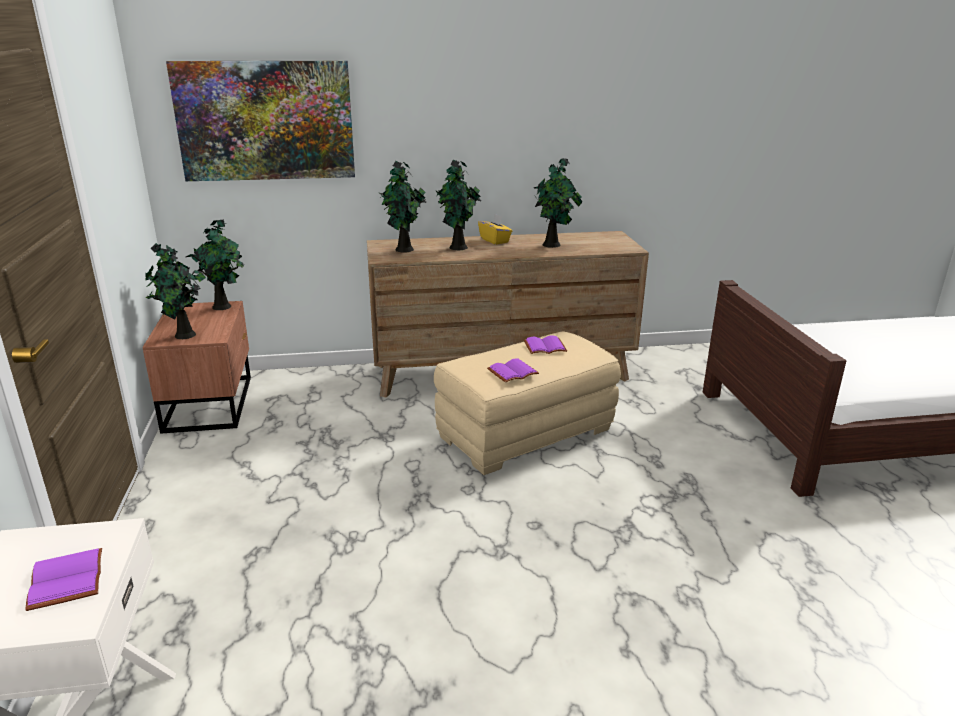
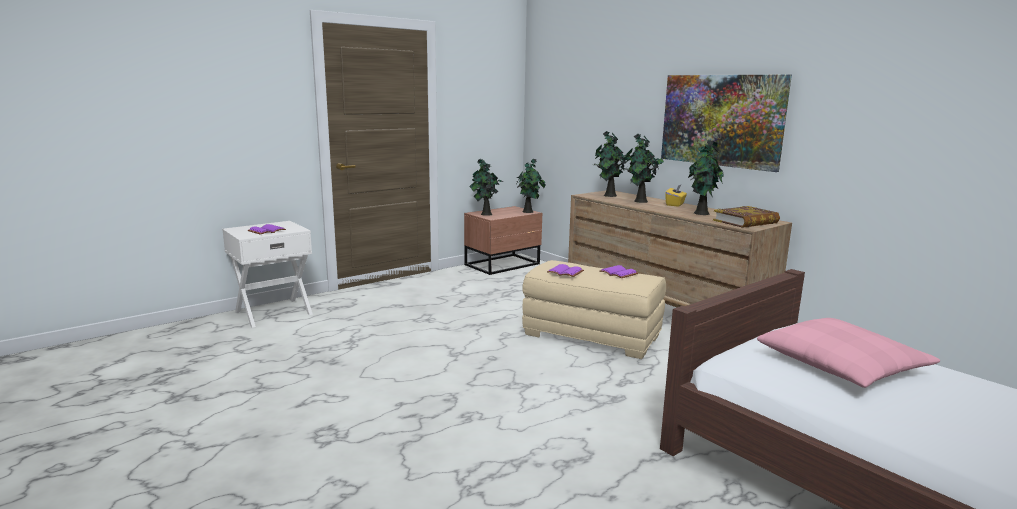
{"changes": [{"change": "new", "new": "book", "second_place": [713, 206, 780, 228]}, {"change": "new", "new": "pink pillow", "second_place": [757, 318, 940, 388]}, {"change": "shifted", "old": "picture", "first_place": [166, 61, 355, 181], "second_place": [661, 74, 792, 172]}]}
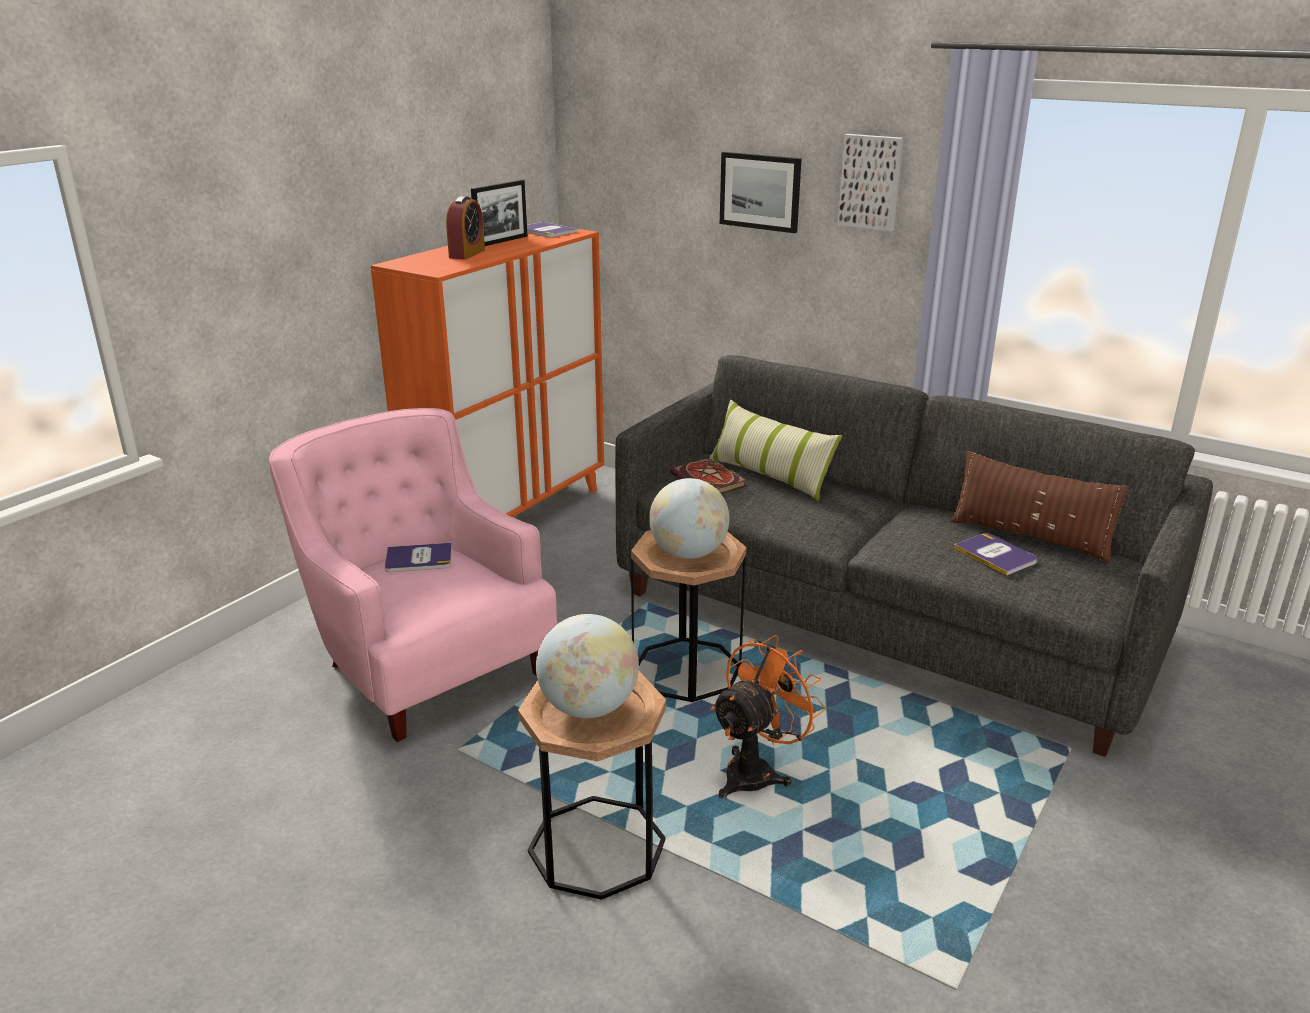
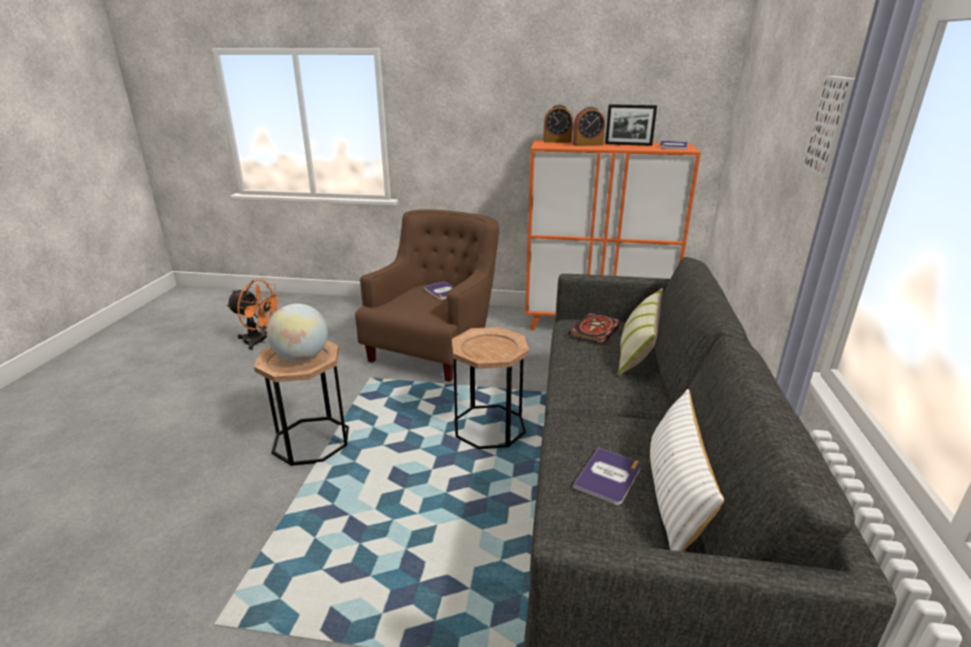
{"changes": [{"change": "gone", "old": "globe", "first_place": [649, 478, 730, 559]}, {"change": "gone", "old": "picture", "first_place": [720, 152, 802, 233]}, {"change": "new", "new": "alarm clock", "second_place": [543, 105, 573, 143]}, {"change": "shifted", "old": "orange fan", "first_place": [711, 635, 826, 799], "second_place": [226, 280, 281, 350]}, {"change": "repainted", "old": "pink armchair", "new": "brown armchair", "first_place": [269, 408, 557, 742], "second_place": [355, 209, 499, 382]}, {"change": "repainted", "old": "brown pillow", "new": "white pillow", "first_place": [950, 451, 1129, 563], "second_place": [650, 389, 724, 552]}]}
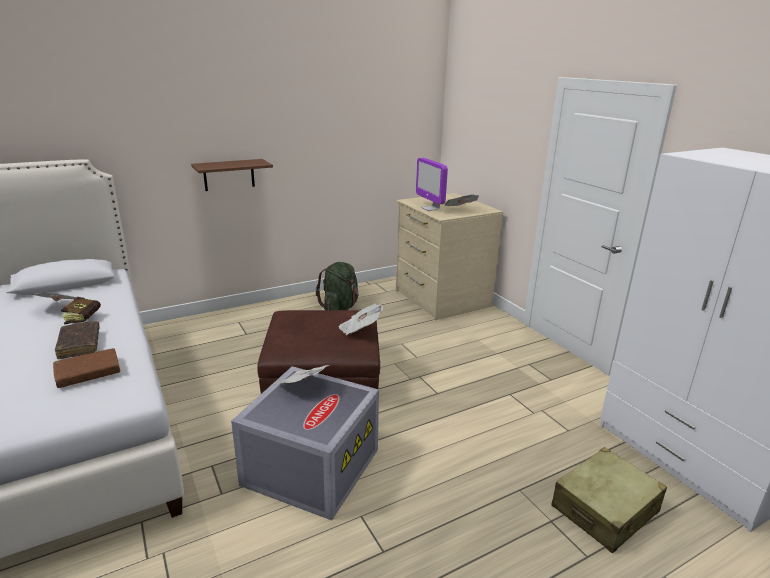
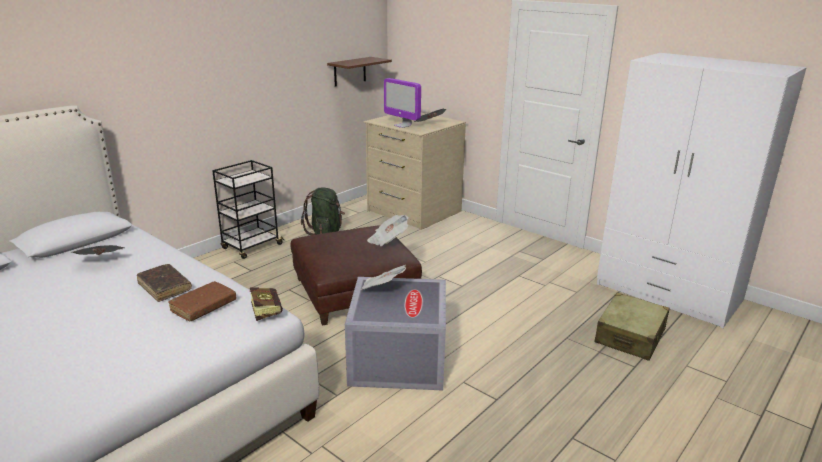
{"changes": [{"change": "new", "new": "black cart", "second_place": [212, 160, 284, 259]}, {"change": "shifted", "old": "book", "first_place": [61, 297, 101, 325], "second_place": [249, 287, 283, 321]}, {"change": "shifted", "old": "brown shelf", "first_place": [191, 159, 273, 191], "second_place": [327, 57, 392, 87]}]}
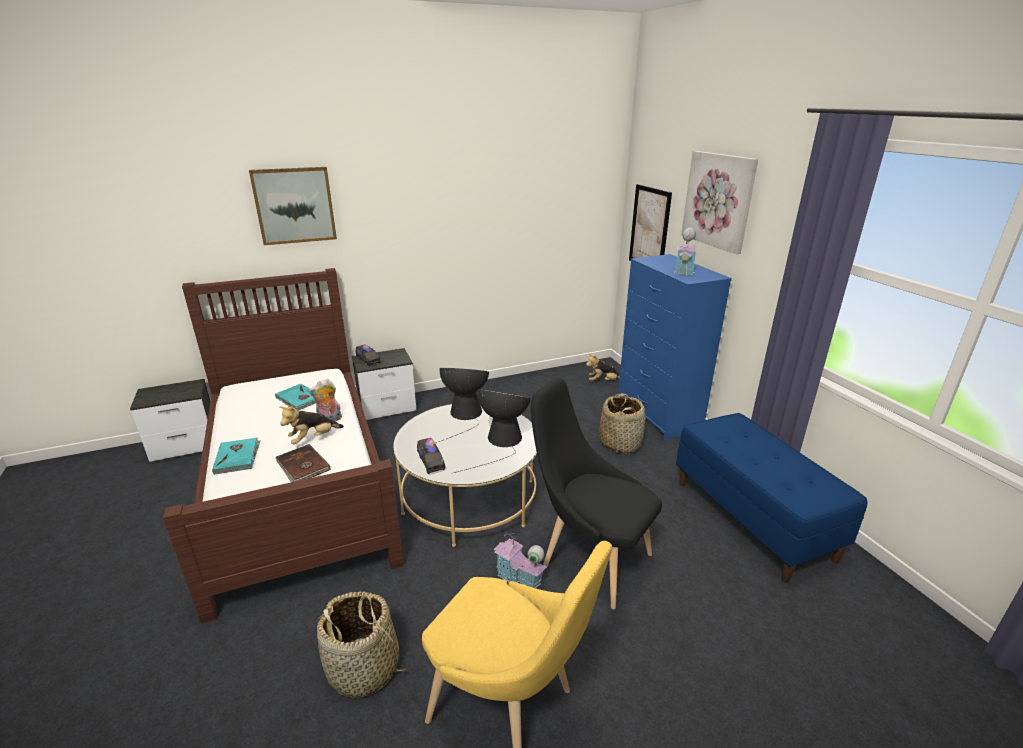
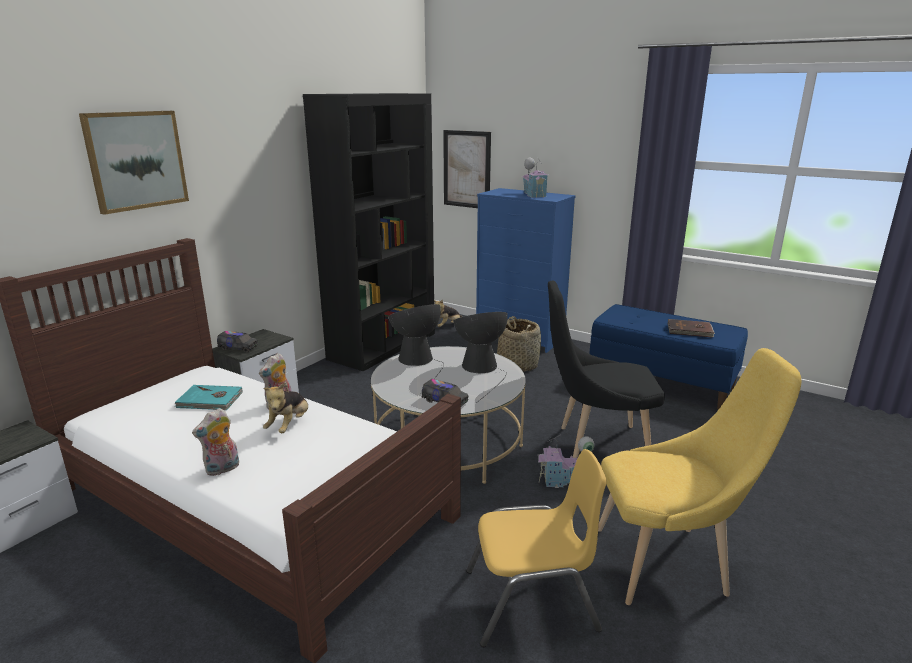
{"changes": [{"change": "gone", "old": "picture", "first_place": [681, 151, 758, 254]}, {"change": "new", "new": "black bookcase", "second_place": [303, 93, 435, 371]}, {"change": "shifted", "old": "brown book", "first_place": [276, 444, 330, 482], "second_place": [668, 319, 715, 338]}, {"change": "swapped", "old": "turquoise book", "new": "plush toy", "first_place": [212, 437, 260, 475], "second_place": [192, 408, 239, 476]}, {"change": "swapped", "old": "basket", "new": "yellow chair", "first_place": [317, 592, 408, 698], "second_place": [466, 449, 607, 647]}]}
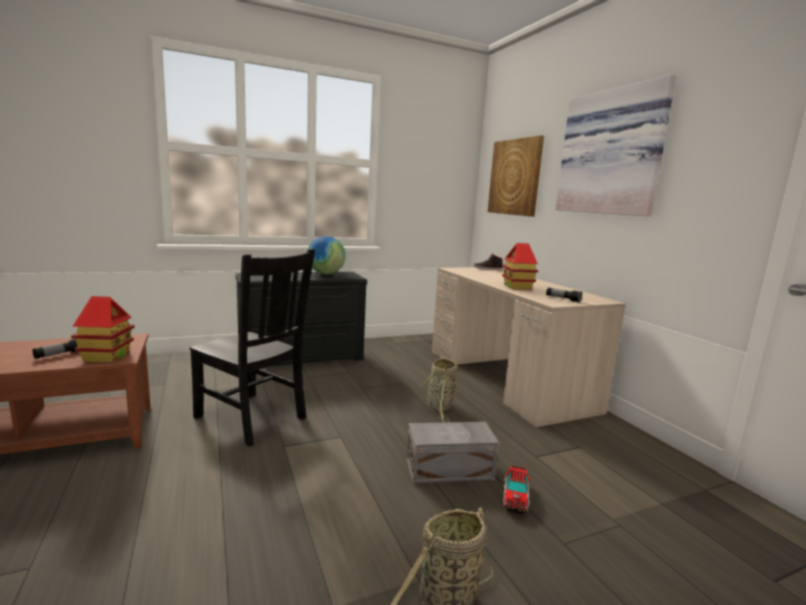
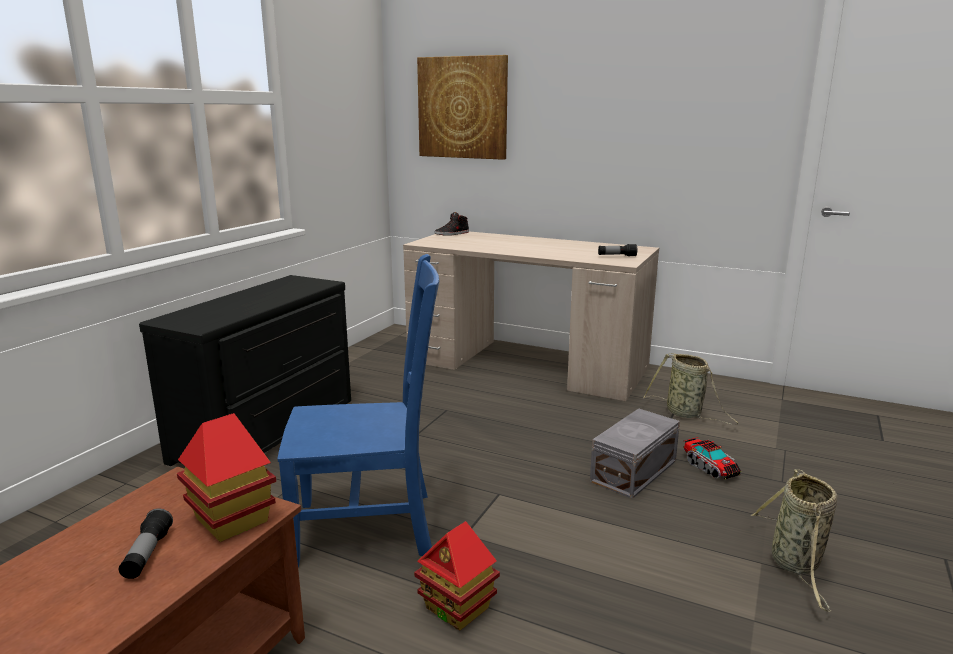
{"changes": [{"change": "gone", "old": "globe", "first_place": [308, 236, 346, 274]}, {"change": "gone", "old": "picture", "first_place": [555, 75, 676, 216]}, {"change": "shifted", "old": "basket", "first_place": [421, 357, 458, 423], "second_place": [643, 353, 739, 424]}, {"change": "shifted", "old": "toy house", "first_place": [502, 243, 538, 290], "second_place": [414, 521, 500, 631]}, {"change": "repainted", "old": "black chair", "new": "blue chair", "first_place": [190, 249, 315, 447], "second_place": [278, 254, 439, 567]}]}
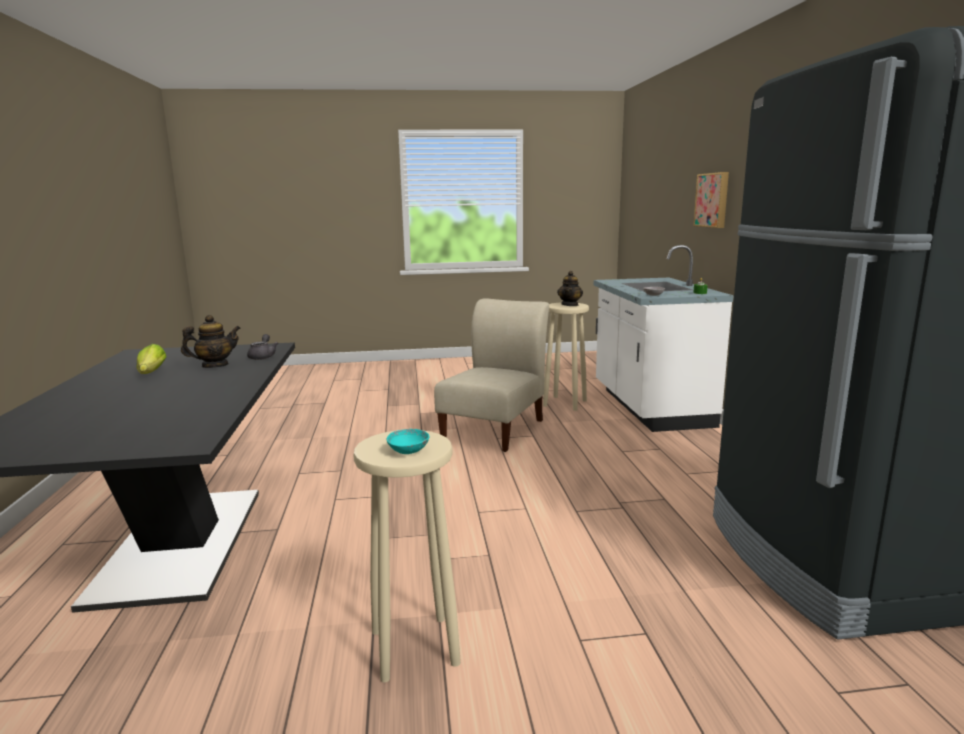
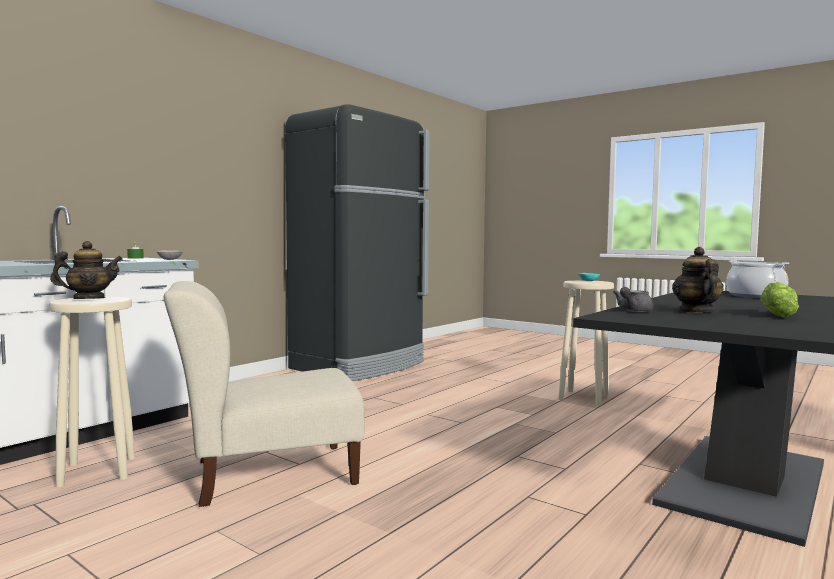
{"changes": [{"change": "gone", "old": "picture", "first_place": [693, 172, 729, 228]}, {"change": "new", "new": "cooking pot", "second_place": [726, 260, 789, 298]}, {"change": "rotated", "old": "teapot", "first_place": [181, 315, 241, 368], "second_place": [672, 247, 724, 313], "degrees": 75}]}
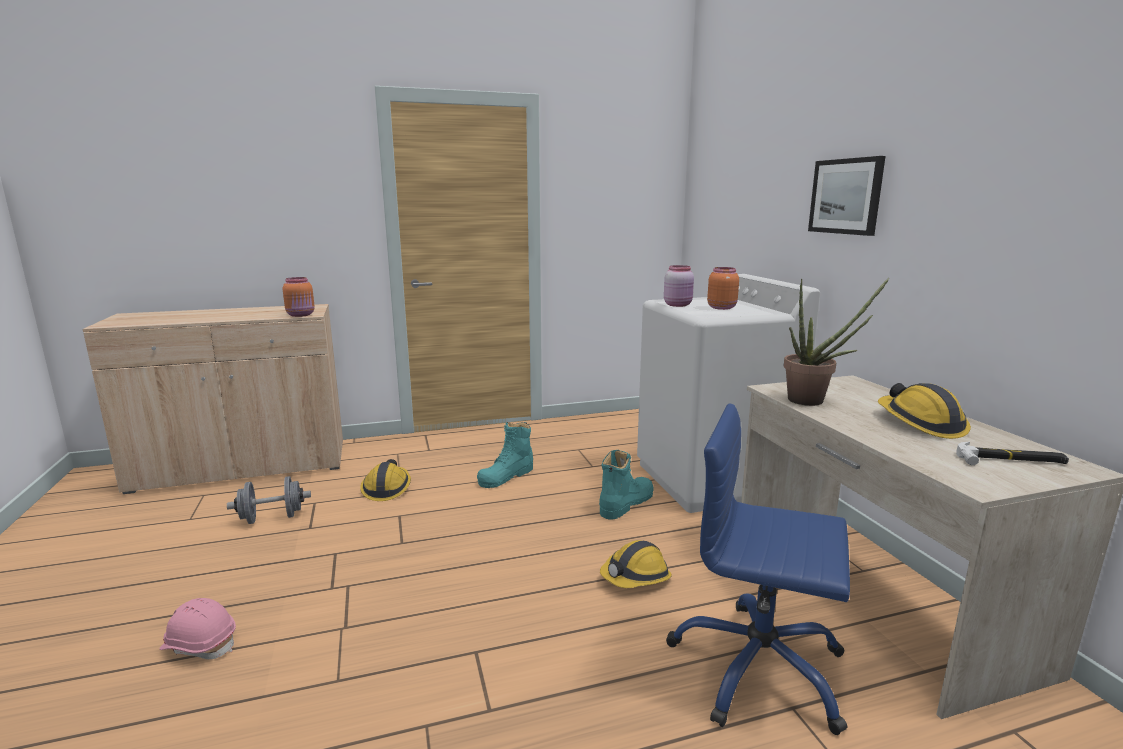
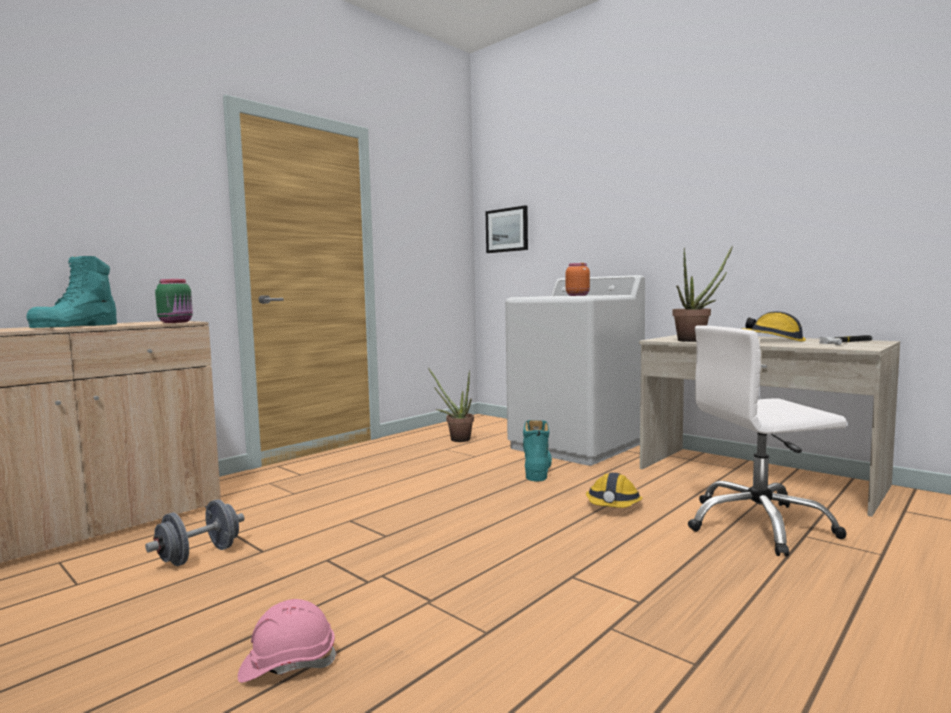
{"changes": [{"change": "gone", "old": "hard hat", "first_place": [360, 459, 411, 501]}, {"change": "gone", "old": "pink jar", "first_place": [664, 265, 694, 307]}, {"change": "new", "new": "potted plant", "second_place": [428, 368, 474, 442]}, {"change": "shifted", "old": "turquoise boot", "first_place": [477, 422, 533, 488], "second_place": [27, 256, 117, 328]}, {"change": "shifted", "old": "picture", "first_place": [808, 156, 886, 236], "second_place": [486, 205, 528, 253]}, {"change": "repainted", "old": "orange jar", "new": "green jar", "first_place": [283, 277, 315, 317], "second_place": [155, 279, 193, 323]}, {"change": "repainted", "old": "blue office chair", "new": "white office chair", "first_place": [666, 404, 850, 735], "second_place": [688, 325, 847, 556]}]}
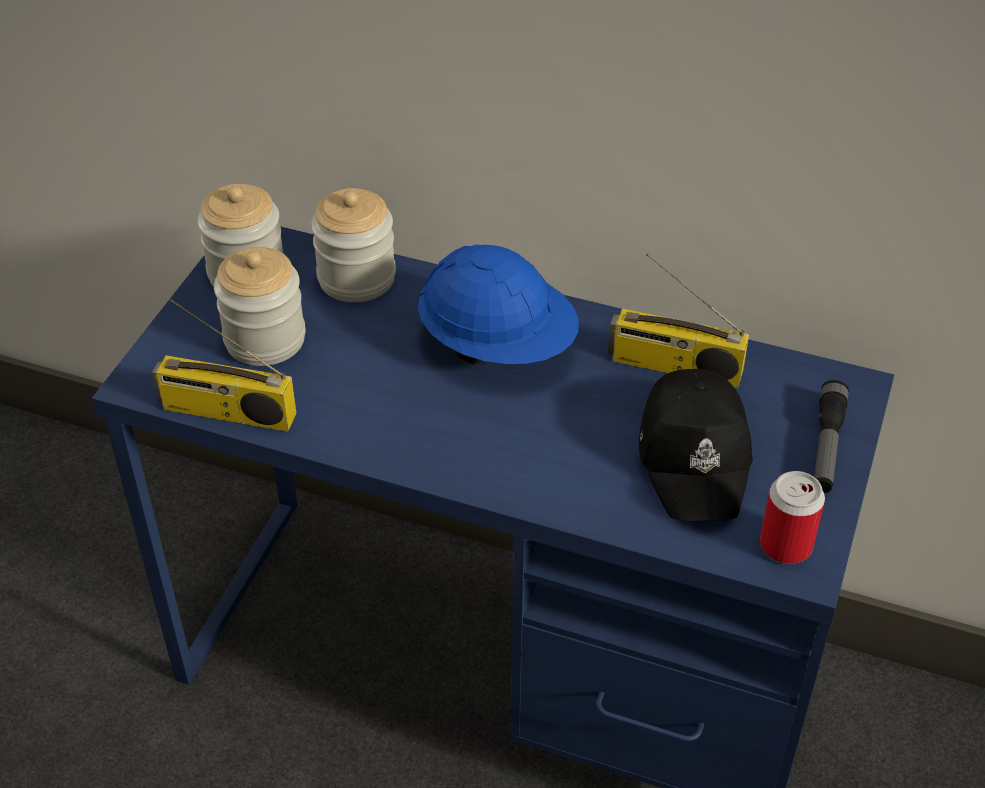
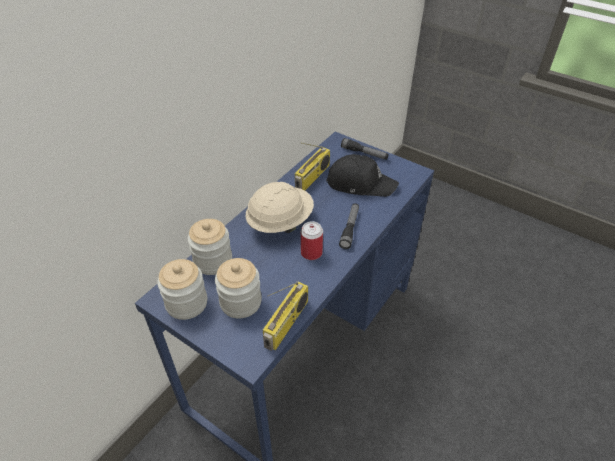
{"changes": [{"change": "new", "new": "flashlight", "second_place": [339, 203, 359, 249]}, {"change": "shifted", "old": "can", "first_place": [760, 471, 825, 564], "second_place": [301, 221, 323, 260]}, {"change": "repainted", "old": "blue hard hat", "new": "beige hard hat", "first_place": [418, 244, 579, 365], "second_place": [245, 182, 314, 233]}]}
